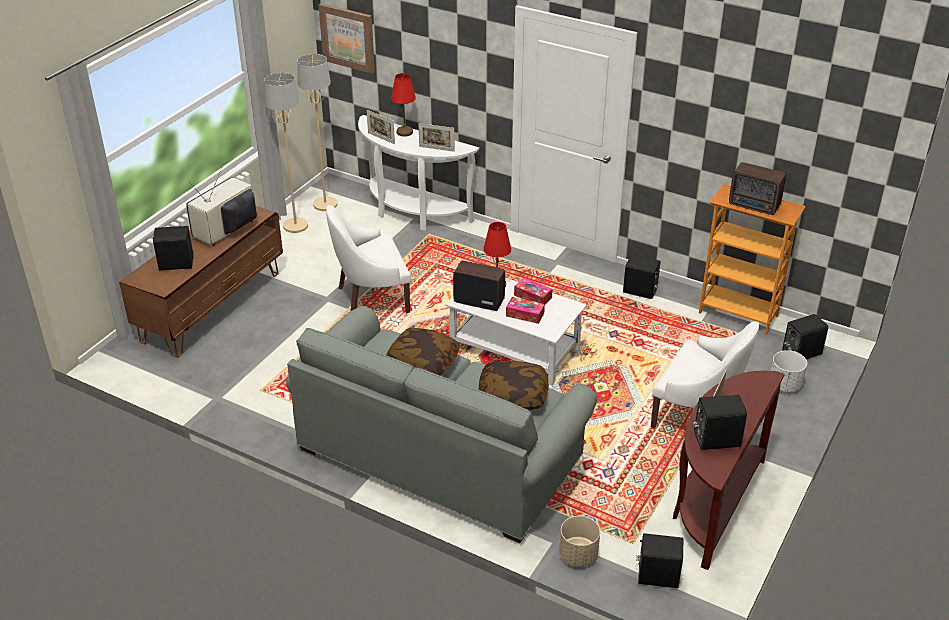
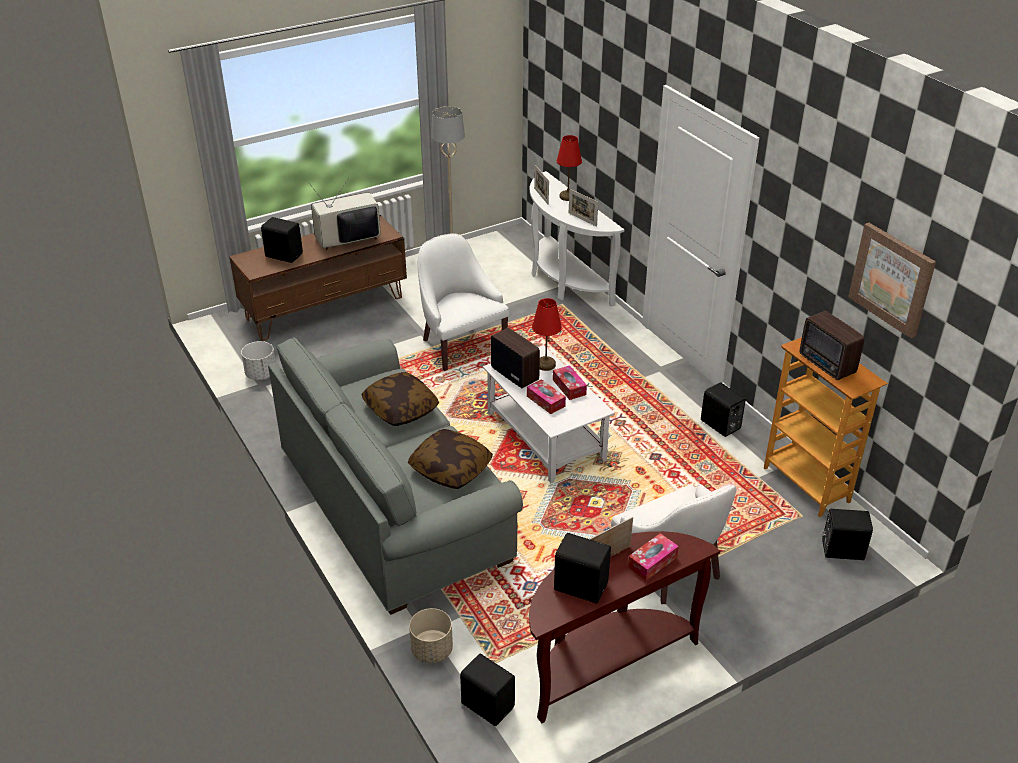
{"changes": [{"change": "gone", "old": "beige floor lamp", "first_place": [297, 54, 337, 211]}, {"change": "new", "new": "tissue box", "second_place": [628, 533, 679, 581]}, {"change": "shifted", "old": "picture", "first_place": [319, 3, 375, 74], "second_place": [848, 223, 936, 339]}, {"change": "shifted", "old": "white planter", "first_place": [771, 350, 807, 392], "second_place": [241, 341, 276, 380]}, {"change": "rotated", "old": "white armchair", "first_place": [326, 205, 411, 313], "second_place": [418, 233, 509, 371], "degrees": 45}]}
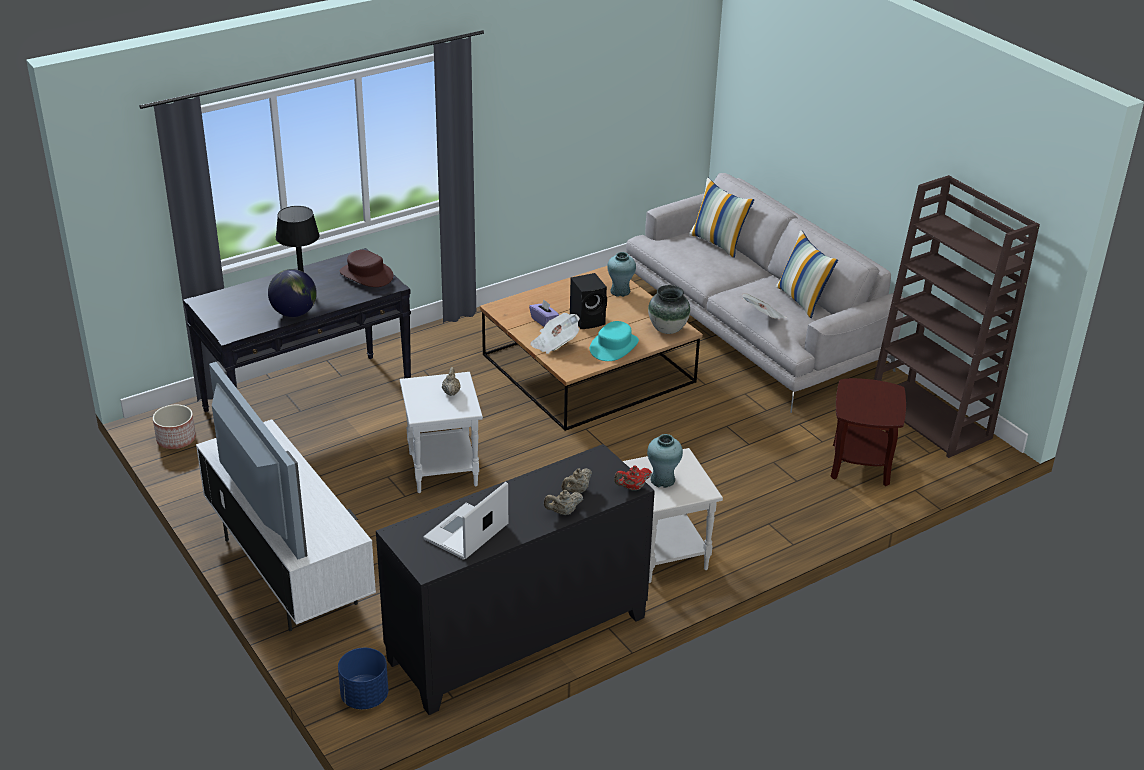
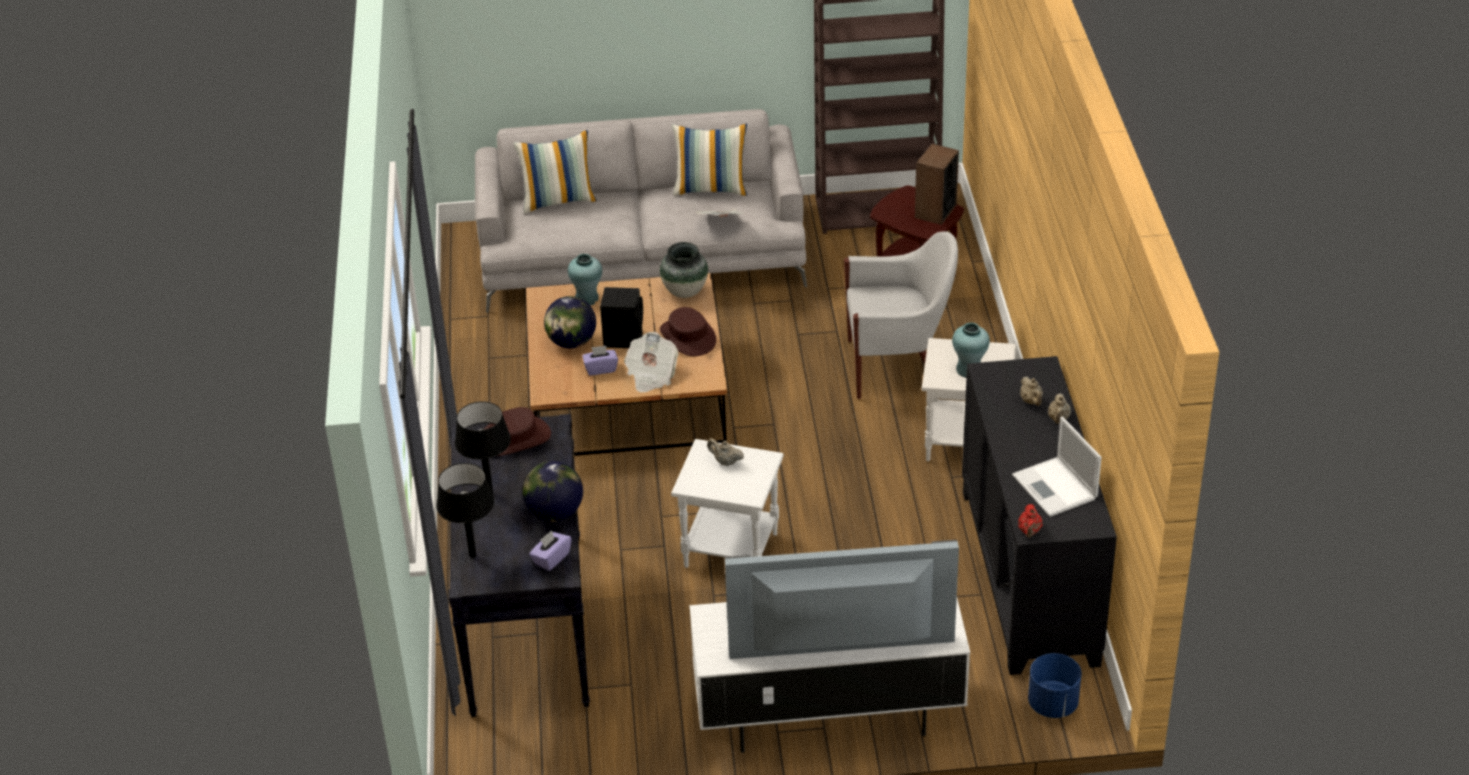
{"changes": [{"change": "gone", "old": "planter", "first_place": [153, 405, 196, 449]}, {"change": "new", "new": "black table lamp", "second_place": [436, 463, 495, 558]}, {"change": "new", "new": "purple tissue box", "second_place": [529, 530, 572, 571]}, {"change": "new", "new": "globe", "second_place": [544, 296, 596, 348]}, {"change": "new", "new": "white armchair", "second_place": [844, 231, 958, 399]}, {"change": "new", "new": "speaker", "second_place": [915, 144, 959, 225]}, {"change": "shifted", "old": "red teapot", "first_place": [614, 465, 652, 491], "second_place": [1018, 504, 1043, 538]}, {"change": "repainted", "old": "turquoise hat", "new": "brown hat", "first_place": [590, 321, 639, 361], "second_place": [660, 307, 716, 356]}]}
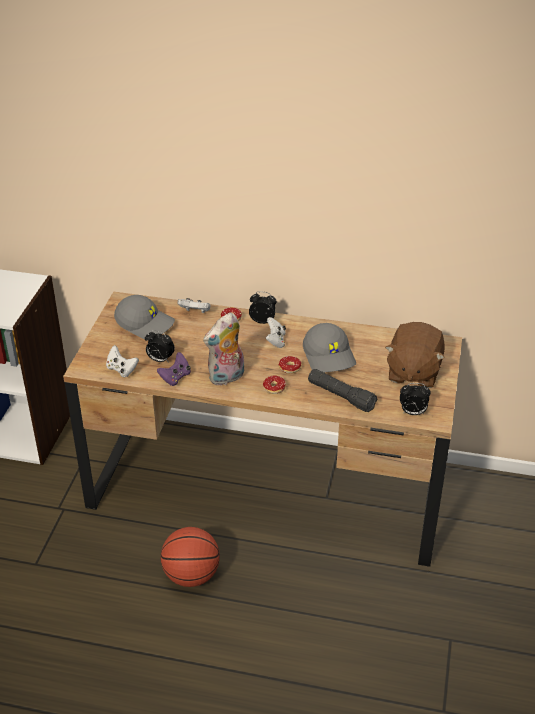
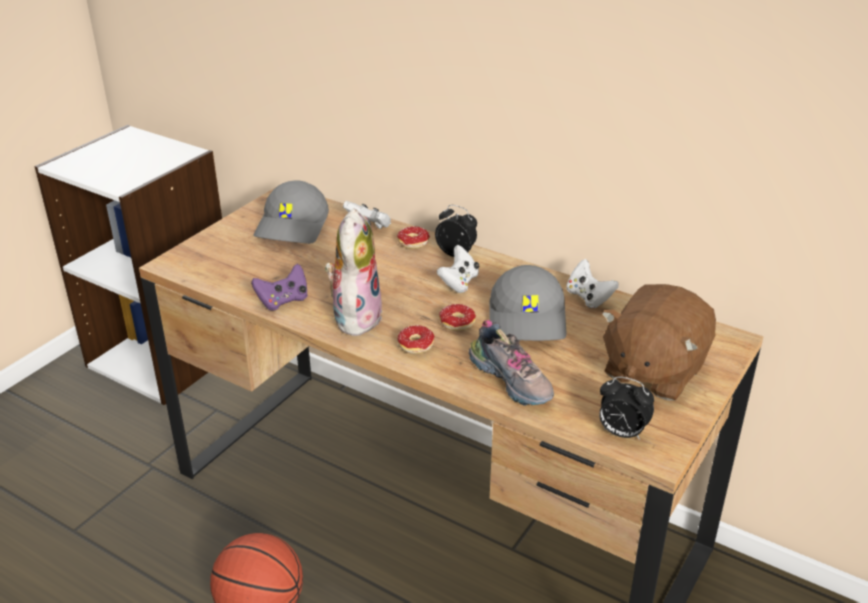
{"changes": [{"change": "gone", "old": "alarm clock", "first_place": [145, 330, 175, 363]}, {"change": "shifted", "old": "white game controller", "first_place": [106, 345, 139, 377], "second_place": [566, 259, 619, 308]}, {"change": "swapped", "old": "black flashlight", "new": "shoe", "first_place": [308, 369, 377, 412], "second_place": [469, 320, 554, 406]}, {"change": "rotated", "old": "grey cap", "first_place": [114, 295, 175, 340], "second_place": [253, 180, 329, 244], "degrees": 60}, {"change": "rotated", "old": "plush toy", "first_place": [203, 313, 244, 386], "second_place": [325, 208, 382, 336], "degrees": 120}]}
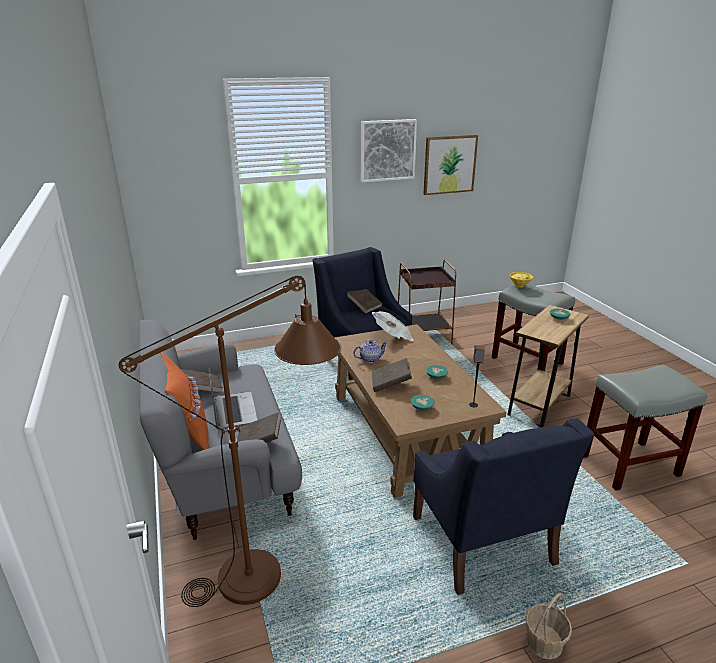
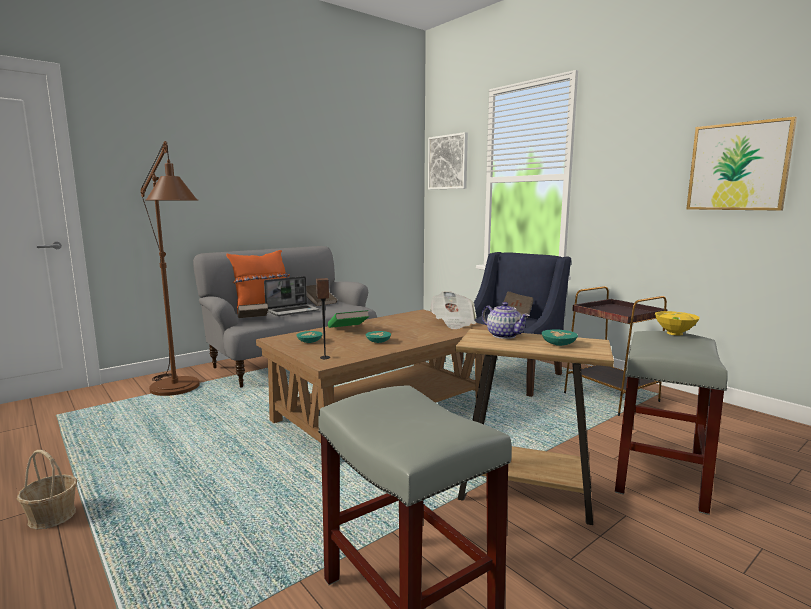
{"changes": [{"change": "gone", "old": "blue armchair", "first_place": [413, 418, 594, 595]}, {"change": "shifted", "old": "teapot", "first_place": [353, 340, 388, 363], "second_place": [482, 302, 530, 339]}, {"change": "shifted", "old": "picture", "first_place": [361, 119, 417, 183], "second_place": [428, 132, 468, 190]}, {"change": "repainted", "old": "brown book", "new": "green book", "first_place": [371, 358, 412, 392], "second_place": [328, 310, 369, 328]}]}
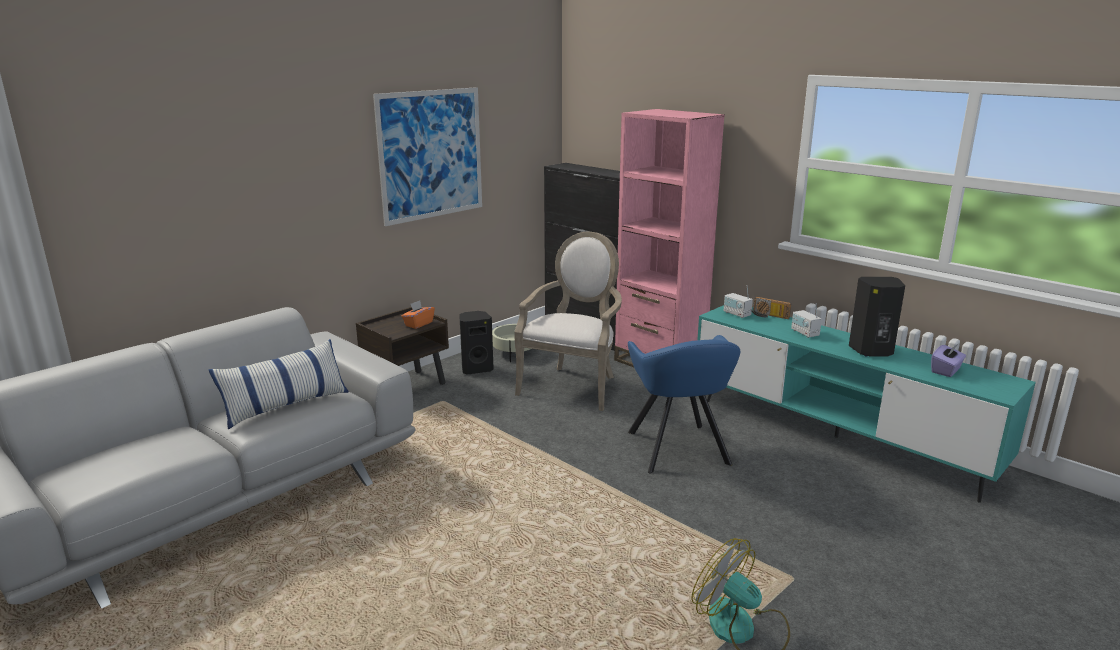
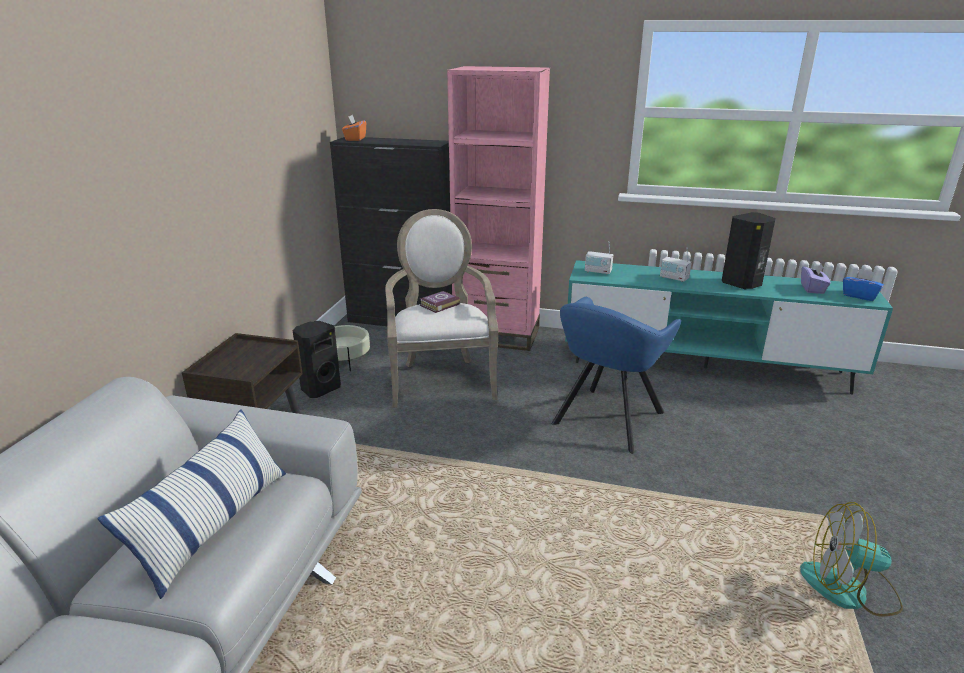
{"changes": [{"change": "gone", "old": "picture", "first_place": [373, 87, 482, 226]}, {"change": "gone", "old": "radio", "first_place": [752, 297, 791, 319]}, {"change": "new", "new": "book", "second_place": [420, 291, 460, 313]}, {"change": "new", "new": "blue tissue box", "second_place": [843, 269, 884, 301]}, {"change": "shifted", "old": "orange tissue box", "first_place": [402, 300, 435, 329], "second_place": [342, 115, 366, 141]}, {"change": "rotated", "old": "blue armchair", "first_place": [628, 335, 740, 473], "second_place": [552, 297, 681, 454], "degrees": 75}]}
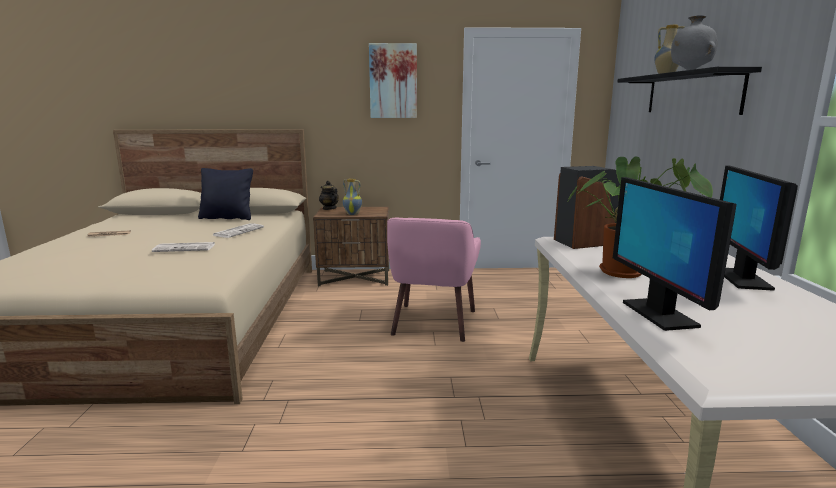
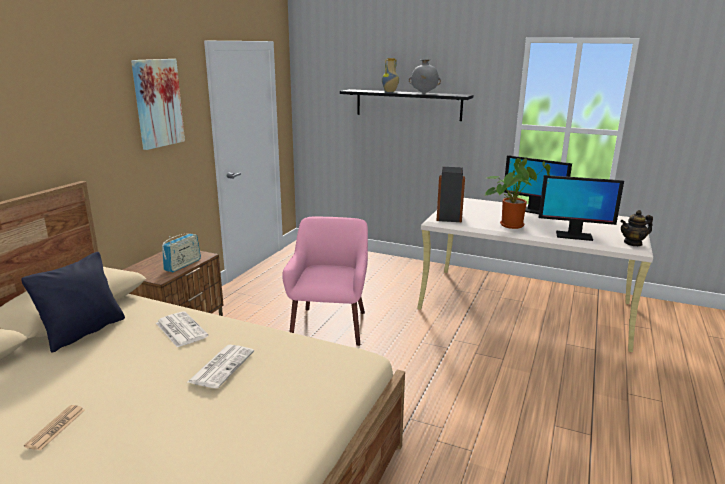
{"changes": [{"change": "shifted", "old": "teapot", "first_place": [319, 181, 339, 210], "second_place": [620, 210, 653, 246]}, {"change": "swapped", "old": "vase", "new": "radio", "first_place": [343, 178, 362, 215], "second_place": [162, 233, 201, 272]}, {"change": "rotated", "old": "pink armchair", "first_place": [387, 218, 481, 342], "second_place": [282, 216, 368, 346], "degrees": -120}]}
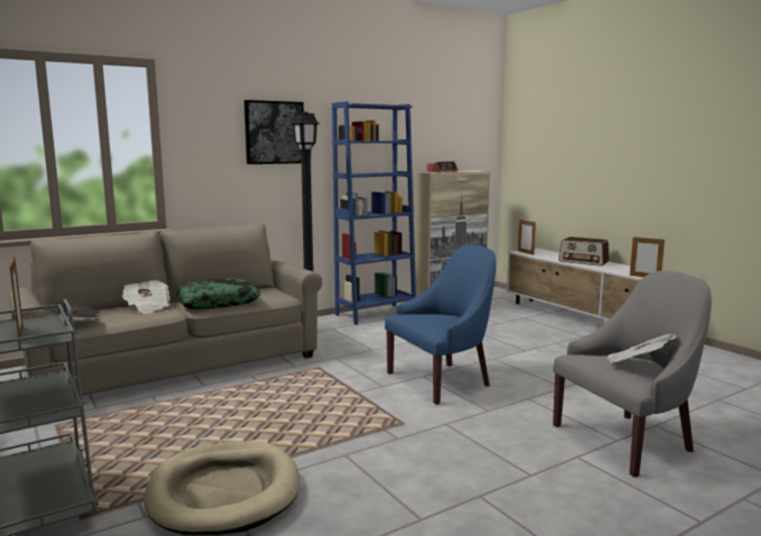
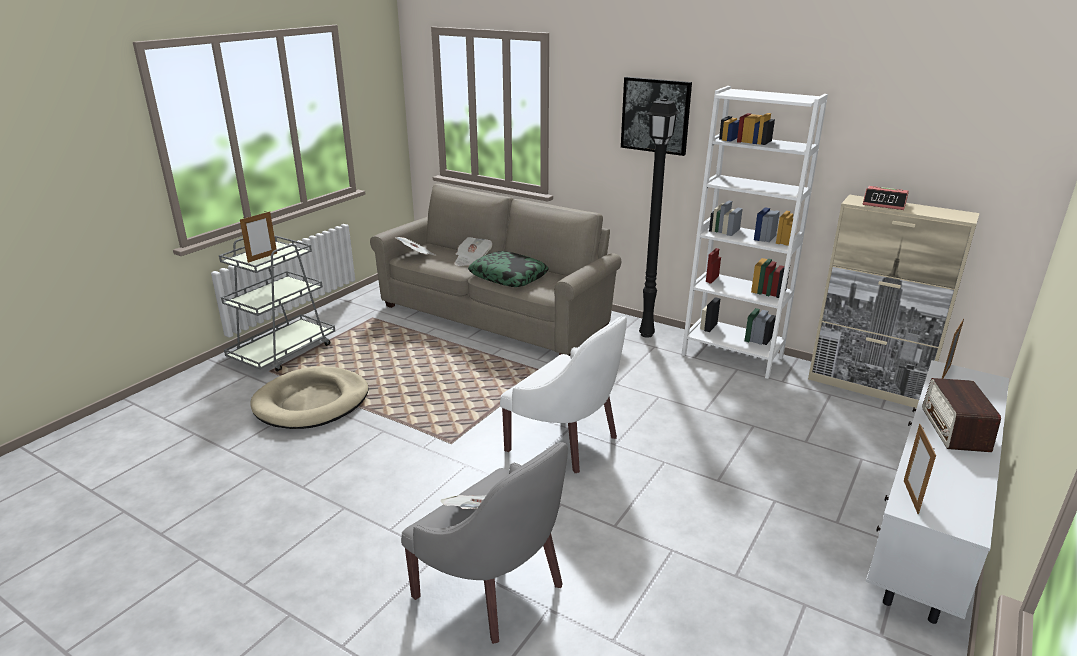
{"changes": [{"change": "repainted", "old": "blue bookcase", "new": "white bookcase", "first_place": [332, 102, 416, 325], "second_place": [682, 86, 828, 379]}, {"change": "repainted", "old": "blue armchair", "new": "white armchair", "first_place": [385, 245, 496, 405], "second_place": [500, 316, 627, 473]}]}
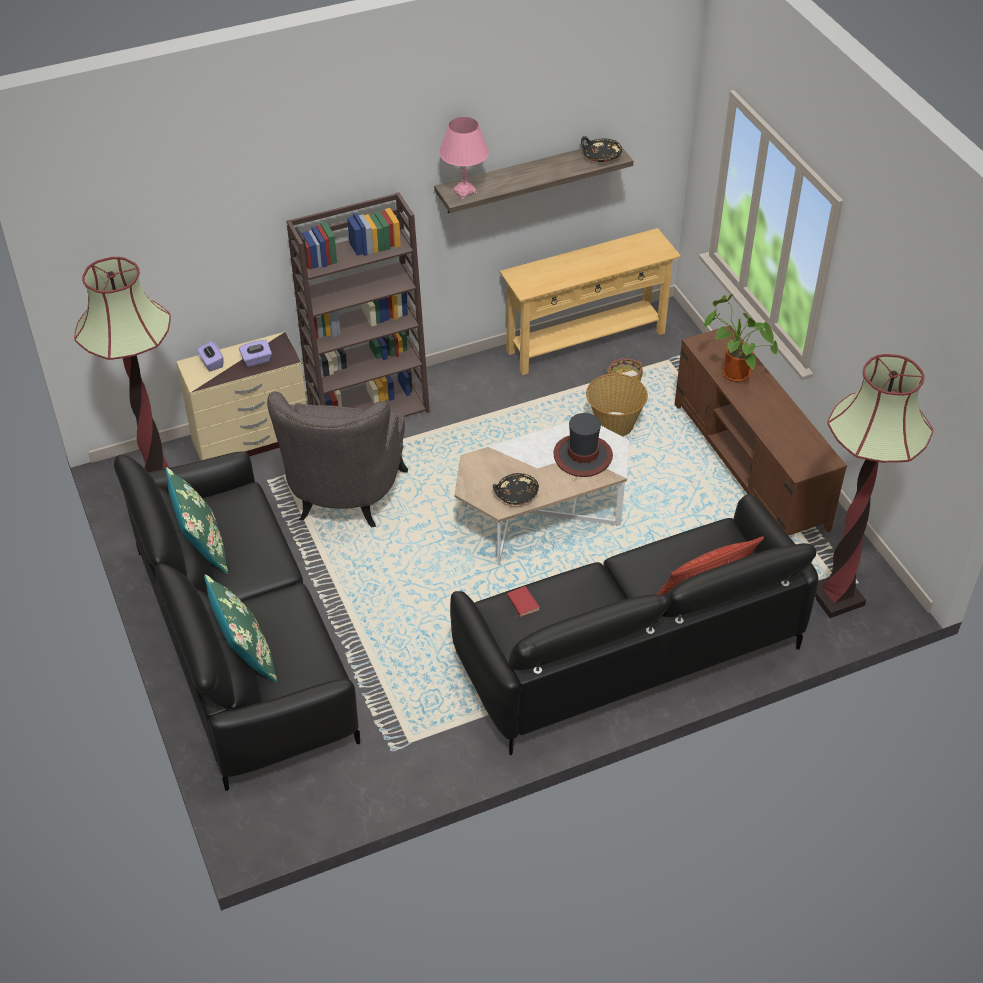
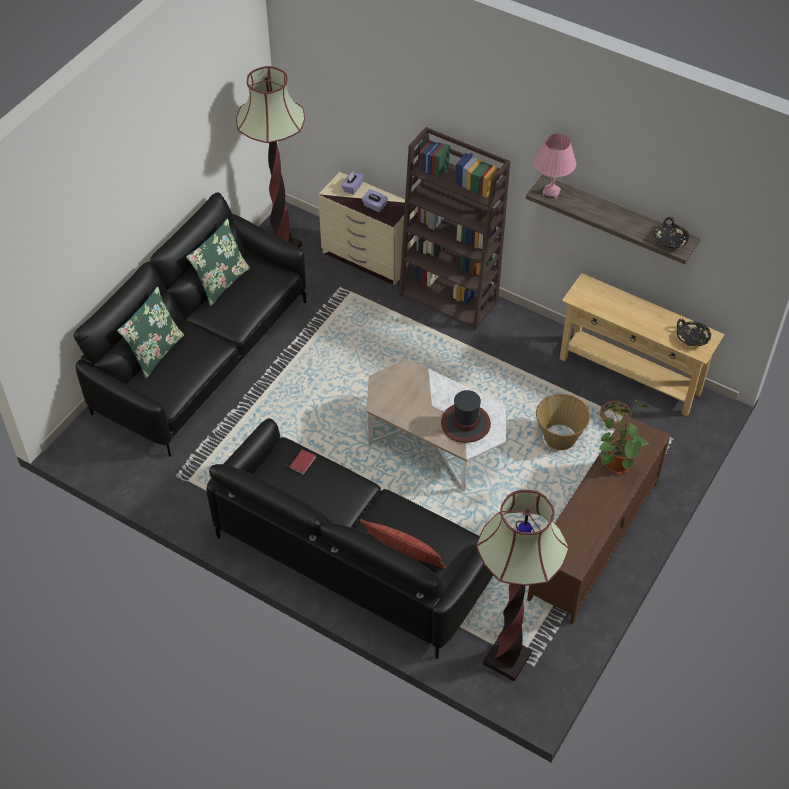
{"changes": [{"change": "gone", "old": "grey armchair", "first_place": [267, 392, 408, 527]}, {"change": "shifted", "old": "black bowl", "first_place": [493, 473, 539, 505], "second_place": [677, 318, 711, 346]}]}
